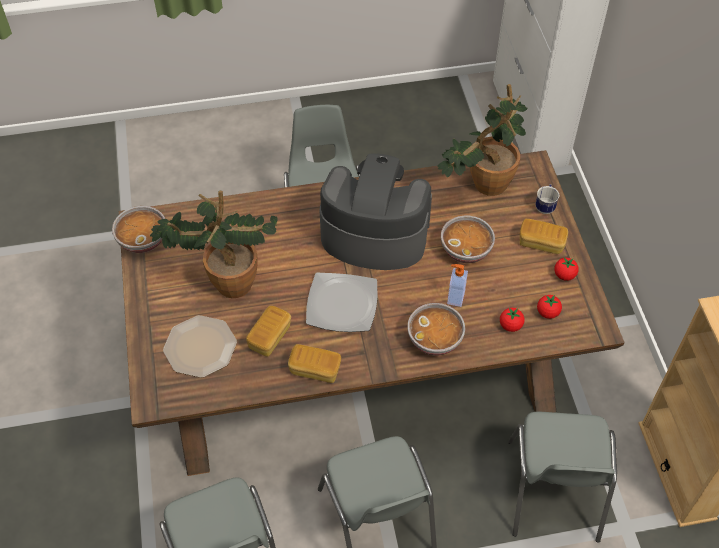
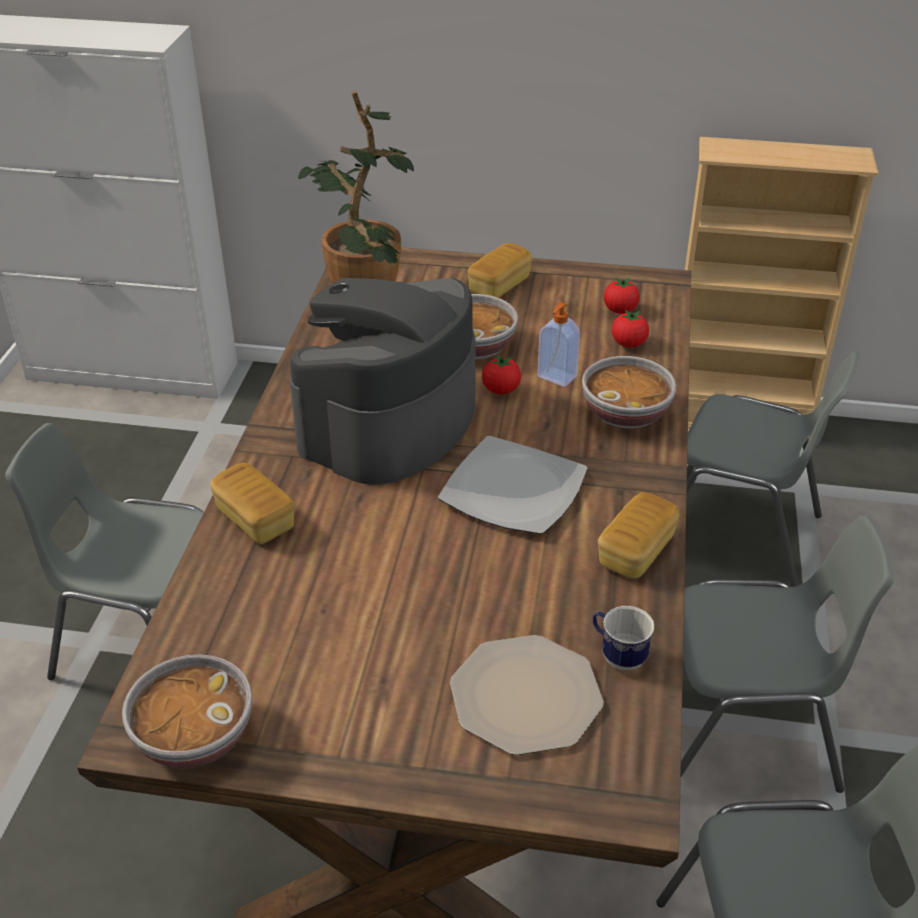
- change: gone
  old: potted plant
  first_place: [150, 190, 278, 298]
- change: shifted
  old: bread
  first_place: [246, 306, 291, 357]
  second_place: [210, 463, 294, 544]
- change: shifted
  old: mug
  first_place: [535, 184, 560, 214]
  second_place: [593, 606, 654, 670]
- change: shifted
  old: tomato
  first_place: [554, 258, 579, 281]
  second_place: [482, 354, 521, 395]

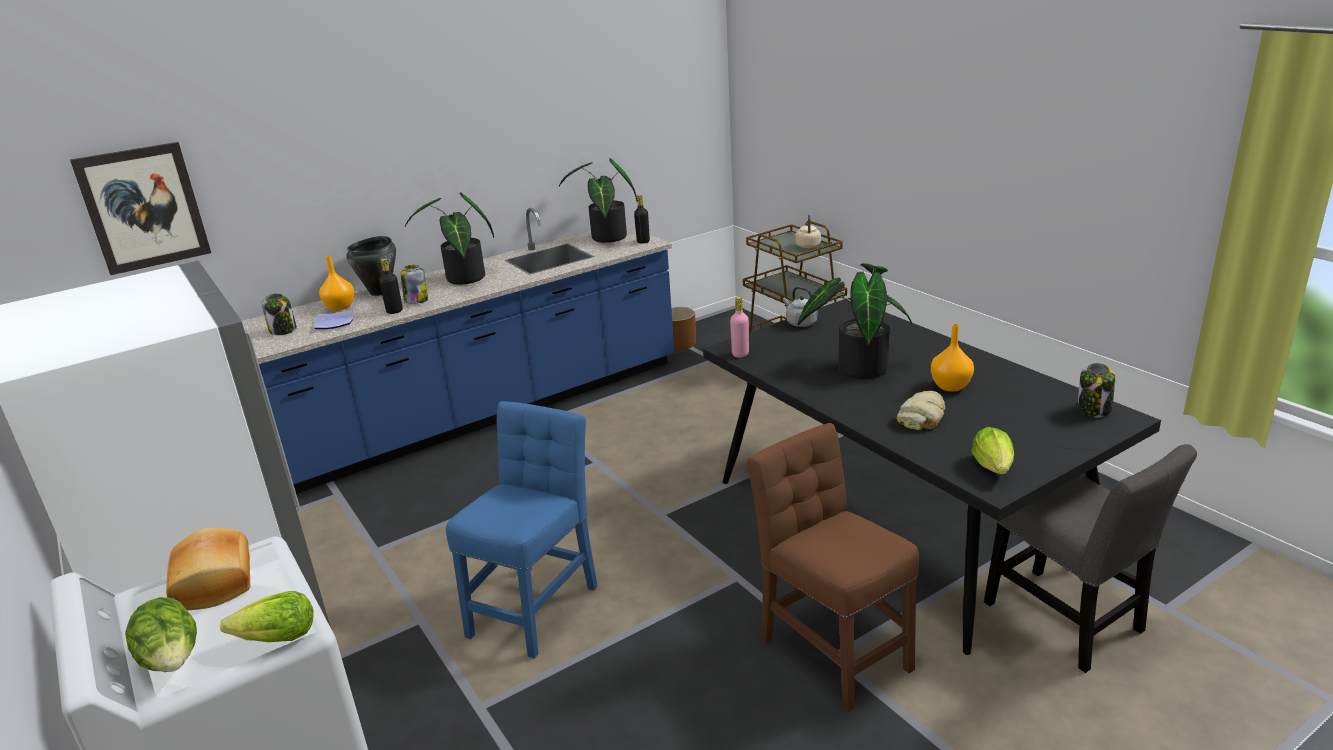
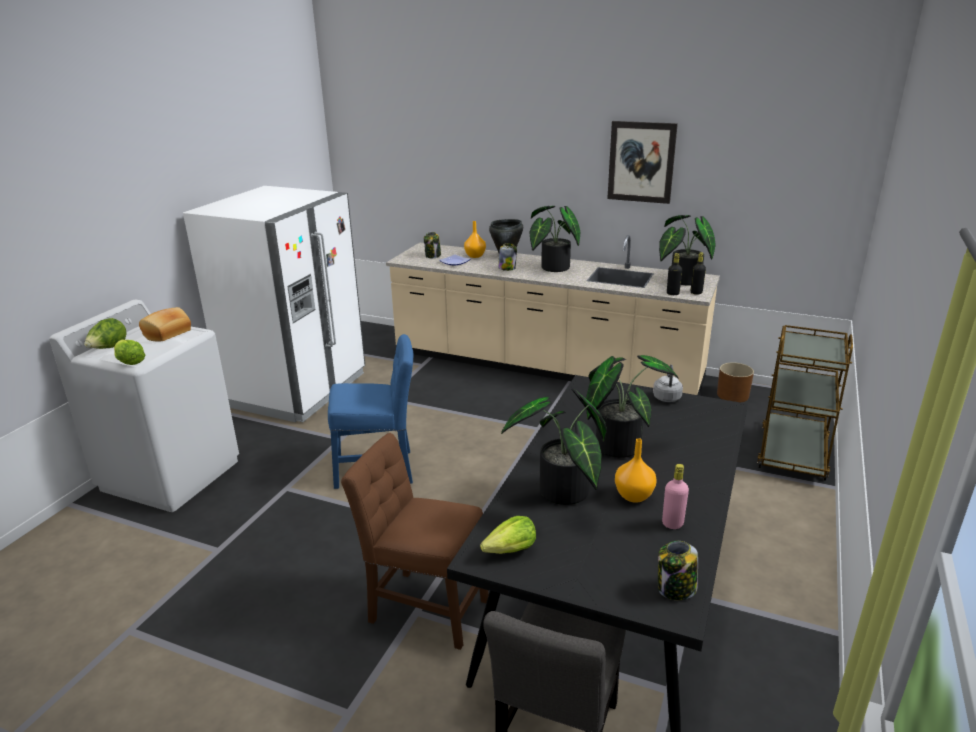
- change: shifted
  old: picture
  first_place: [70, 142, 211, 275]
  second_place: [607, 121, 678, 204]
- change: repainted
  old: counter (blue)
  new: counter (beige)
  first_place: [242, 208, 674, 494]
  second_place: [386, 235, 720, 395]
- change: shifted
  old: bottle (black)
  first_place: [379, 259, 403, 314]
  second_place: [667, 253, 682, 295]
- change: shifted
  old: bottle (pink)
  first_place: [730, 297, 749, 358]
  second_place: [662, 464, 689, 529]
- change: rotated
  old: chair (brown)
  first_place: [747, 423, 919, 712]
  second_place: [341, 433, 489, 650]
  degrees: -90
- change: gone
  old: kettle (beige)
  first_place: [795, 215, 821, 248]
- change: swapped
  old: bread
  new: potted plant
  first_place: [897, 391, 945, 430]
  second_place: [501, 389, 607, 505]

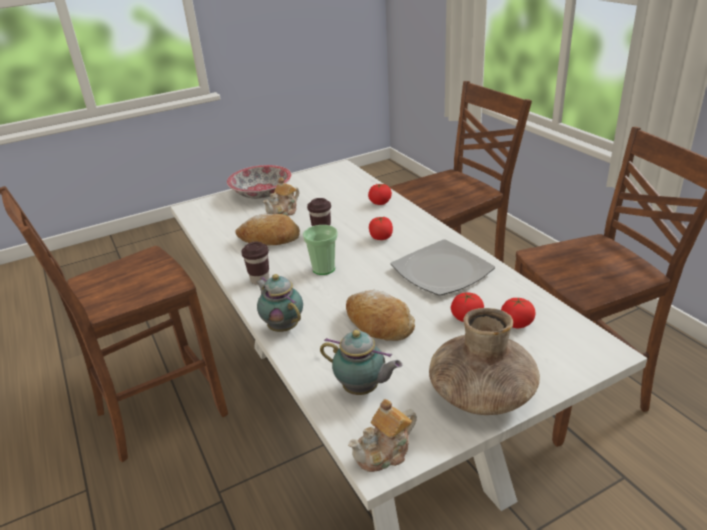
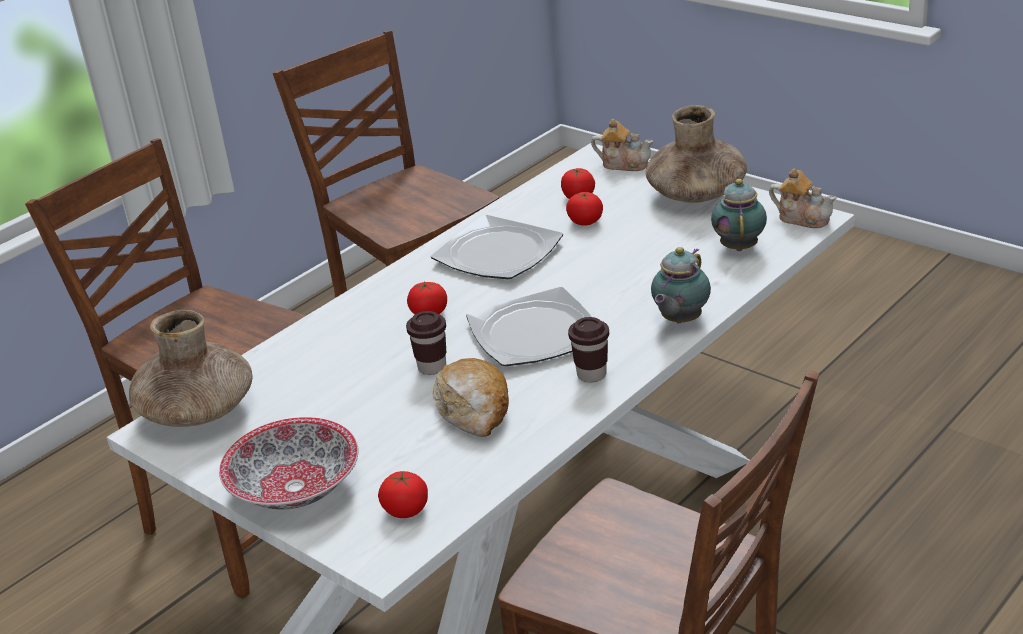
- change: shifted
  old: teapot
  first_place: [263, 177, 299, 216]
  second_place: [591, 119, 653, 171]
- change: swapped
  old: cup
  new: plate
  first_place: [303, 225, 338, 275]
  second_place: [466, 287, 592, 366]
- change: gone
  old: bread
  first_place: [346, 290, 415, 341]
- change: shifted
  old: tomato
  first_place: [368, 184, 392, 205]
  second_place: [378, 471, 428, 518]
- change: new
  new: vase (brown)
  second_place: [129, 310, 253, 427]

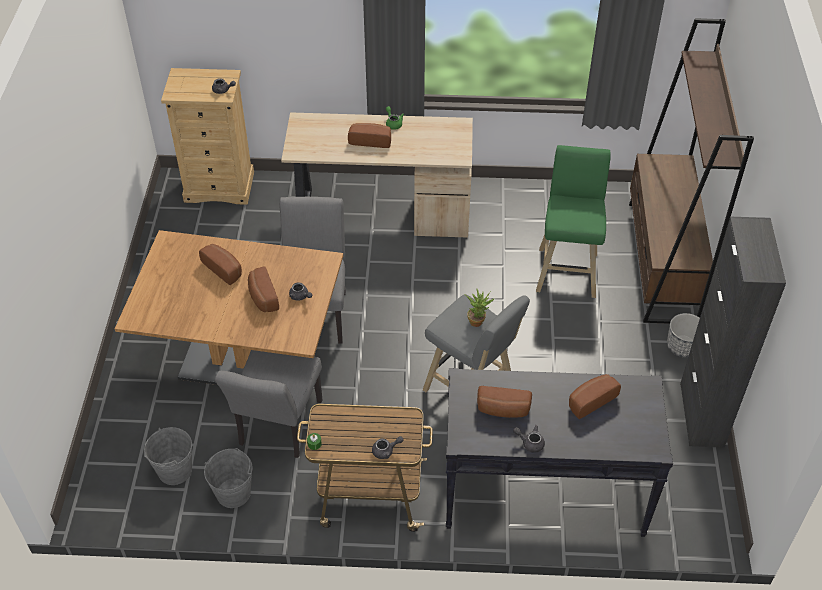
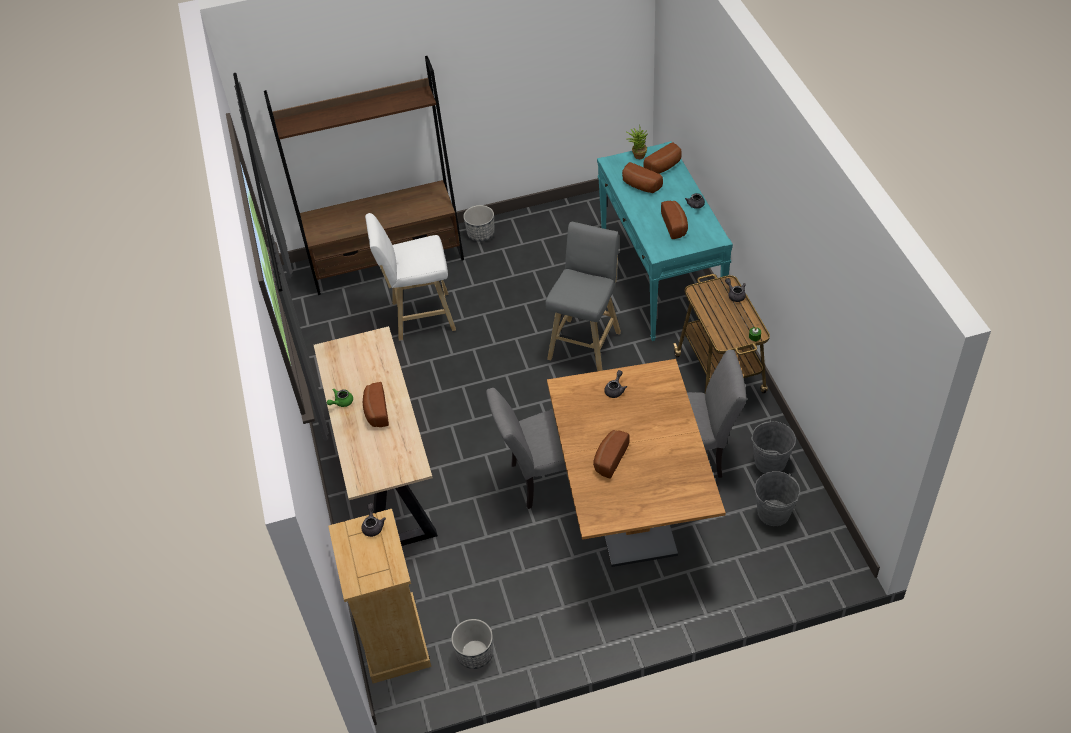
- change: shifted
  old: bread
  first_place: [248, 266, 279, 312]
  second_place: [643, 142, 682, 174]
- change: repainted
  old: console table (black)
  new: console table (turquoise)
  first_place: [446, 368, 673, 537]
  second_place: [597, 141, 733, 341]
- change: shifted
  old: potted plant
  first_place: [466, 289, 495, 327]
  second_place: [626, 124, 648, 159]
- change: repainted
  old: stool (green)
  new: stool (white)
  first_place: [536, 145, 611, 298]
  second_place: [365, 213, 456, 341]
- change: gone
  old: cabinet (black)
  first_place: [680, 217, 786, 448]
- change: new
  new: planter
  second_place: [451, 619, 493, 669]

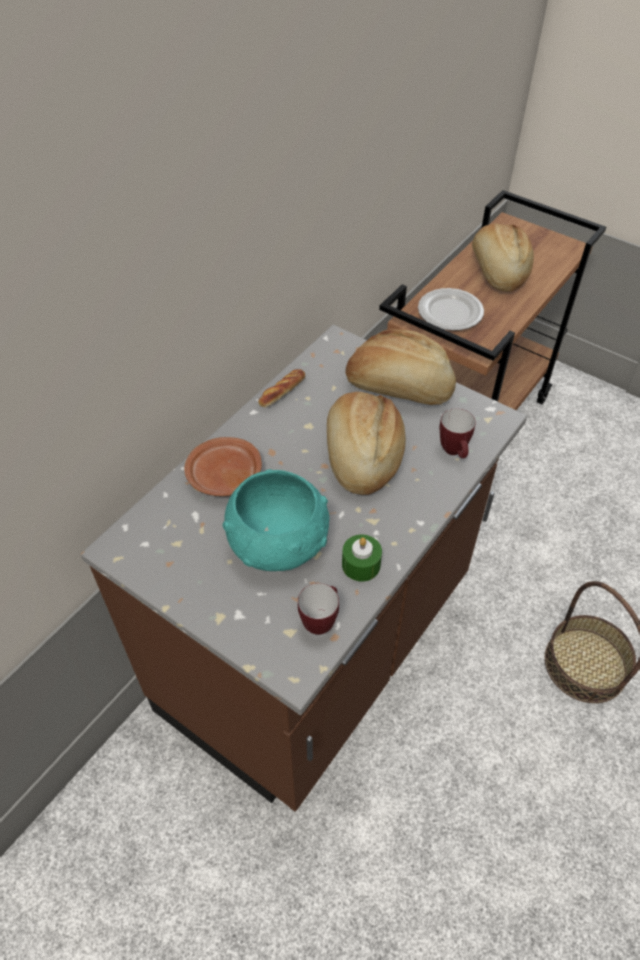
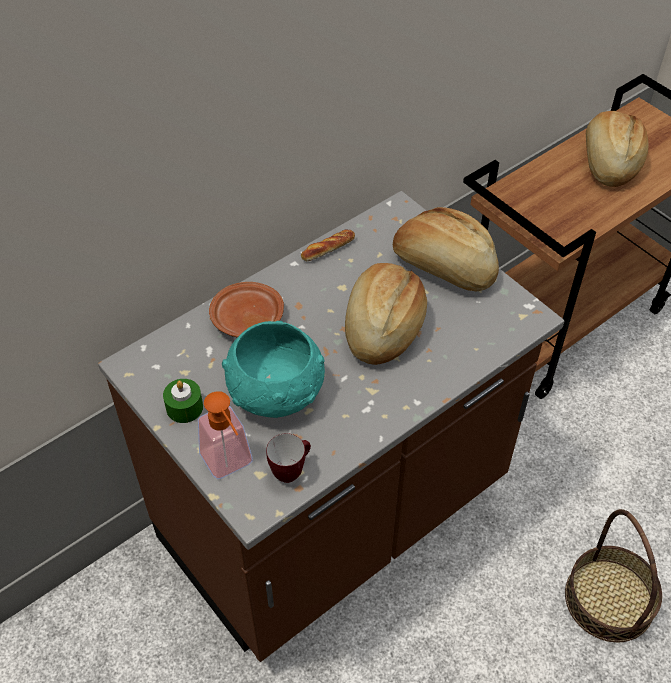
- change: shifted
  old: candle (green)
  first_place: [342, 535, 382, 582]
  second_place: [163, 379, 203, 423]
- change: gone
  old: plate
  first_place: [418, 288, 484, 331]
- change: gone
  old: mug
  first_place: [440, 408, 476, 458]
- change: new
  new: soap dispenser
  second_place: [198, 391, 253, 479]

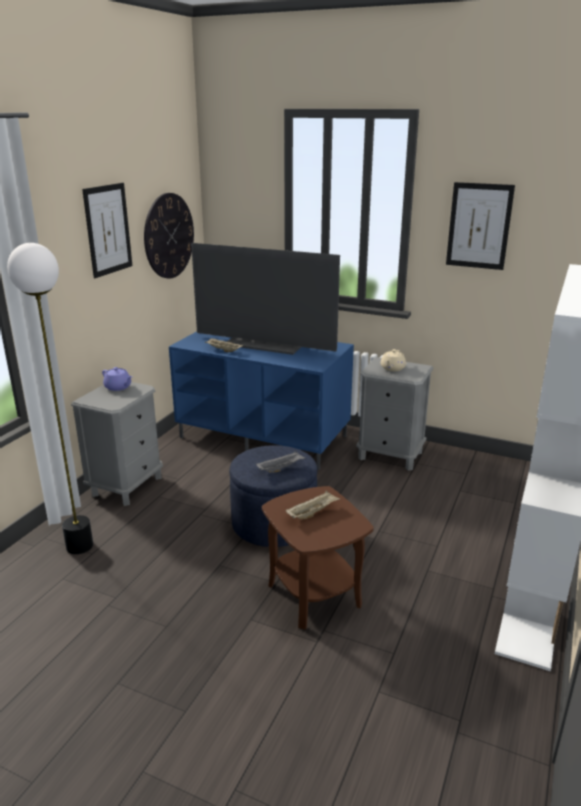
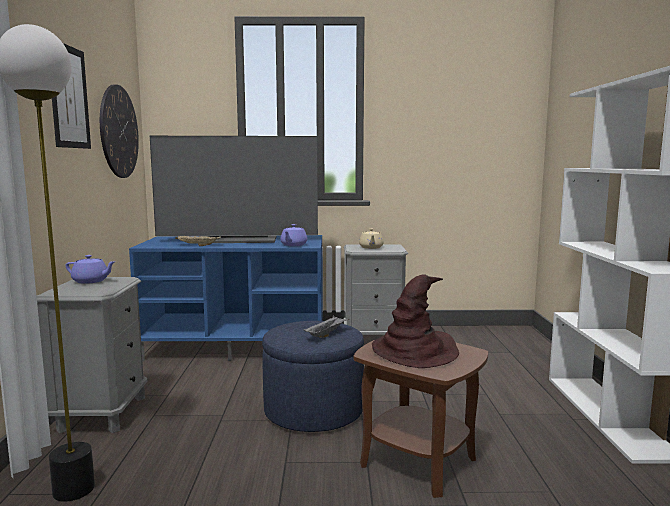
- change: swapped
  old: tray (beige)
  new: hat (brown)
  first_place: [286, 491, 340, 519]
  second_place: [372, 274, 459, 368]
- change: gone
  old: picture
  first_place: [446, 182, 515, 270]
- change: new
  new: teapot (purple)
  second_place: [280, 224, 307, 246]

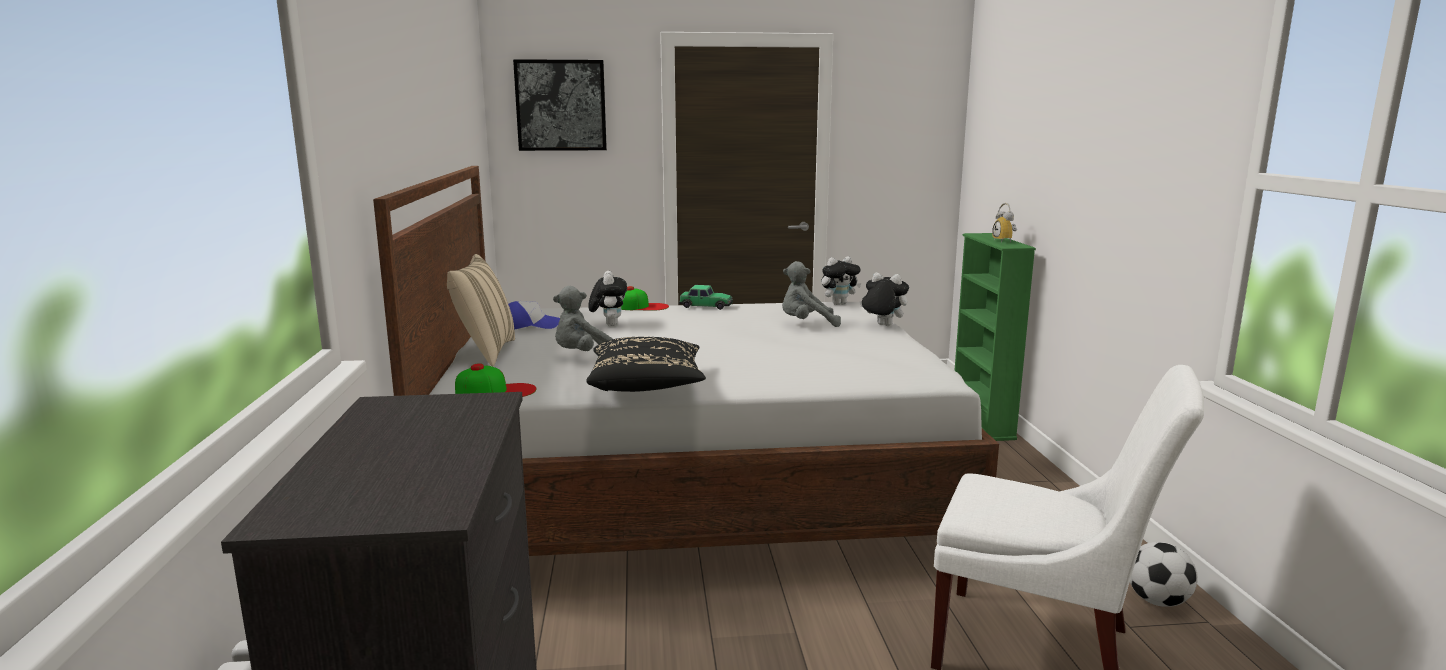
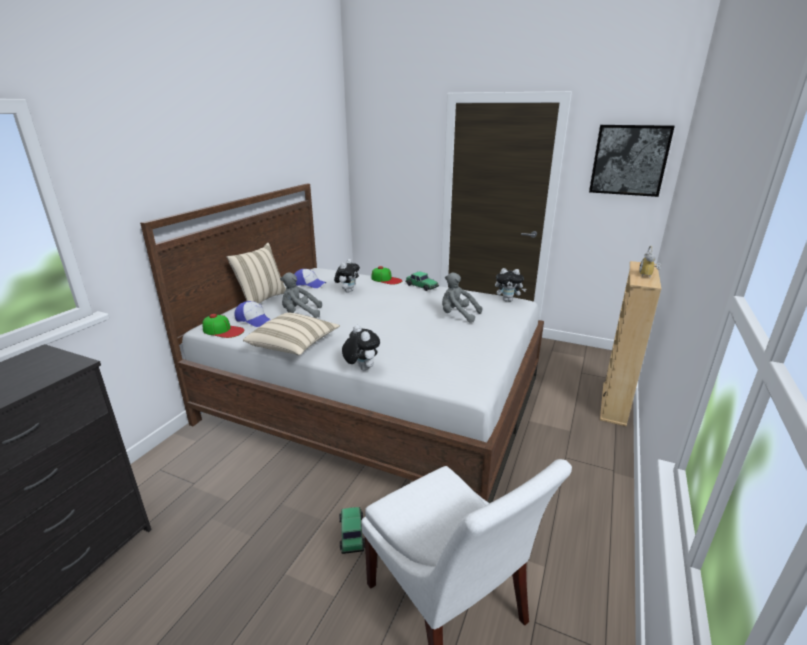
- change: shifted
  old: picture
  first_place: [513, 59, 607, 151]
  second_place: [589, 125, 675, 197]
- change: repainted
  old: pillow (black)
  new: pillow (beige)
  first_place: [586, 337, 706, 392]
  second_place: [243, 312, 340, 355]
- change: shifted
  old: plush toy
  first_place: [859, 273, 909, 326]
  second_place: [342, 325, 380, 371]
- change: repainted
  old: bookcase (green)
  new: bookcase (beige)
  first_place: [954, 233, 1036, 441]
  second_place: [600, 261, 661, 426]
- change: gone
  old: football
  first_place: [1130, 542, 1198, 607]
- change: new
  new: cap
  second_place: [234, 301, 271, 327]
- change: new
  new: toy car
  second_place: [339, 507, 365, 554]

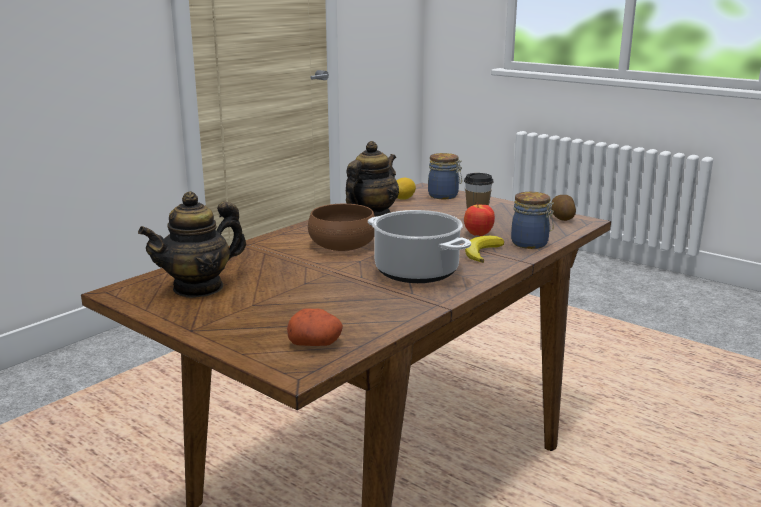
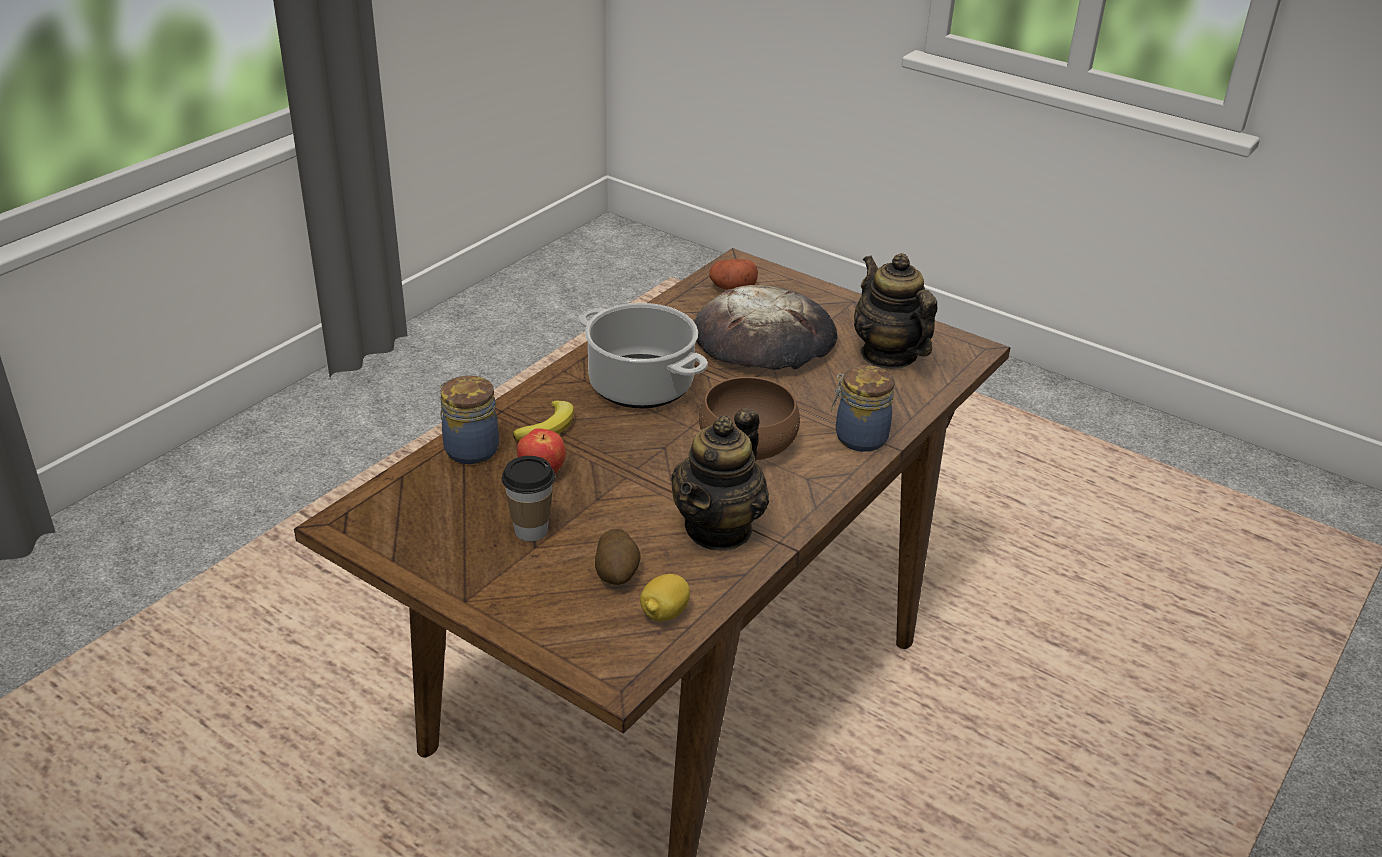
- change: rotated
  old: teapot
  first_place: [138, 191, 246, 298]
  second_place: [854, 253, 937, 369]
  degrees: -75
- change: shifted
  old: jar
  first_place: [428, 153, 462, 199]
  second_place: [831, 365, 895, 452]
- change: shifted
  old: potato
  first_place: [550, 195, 576, 221]
  second_place: [595, 529, 640, 585]
- change: new
  new: bread
  second_place: [694, 285, 837, 370]

